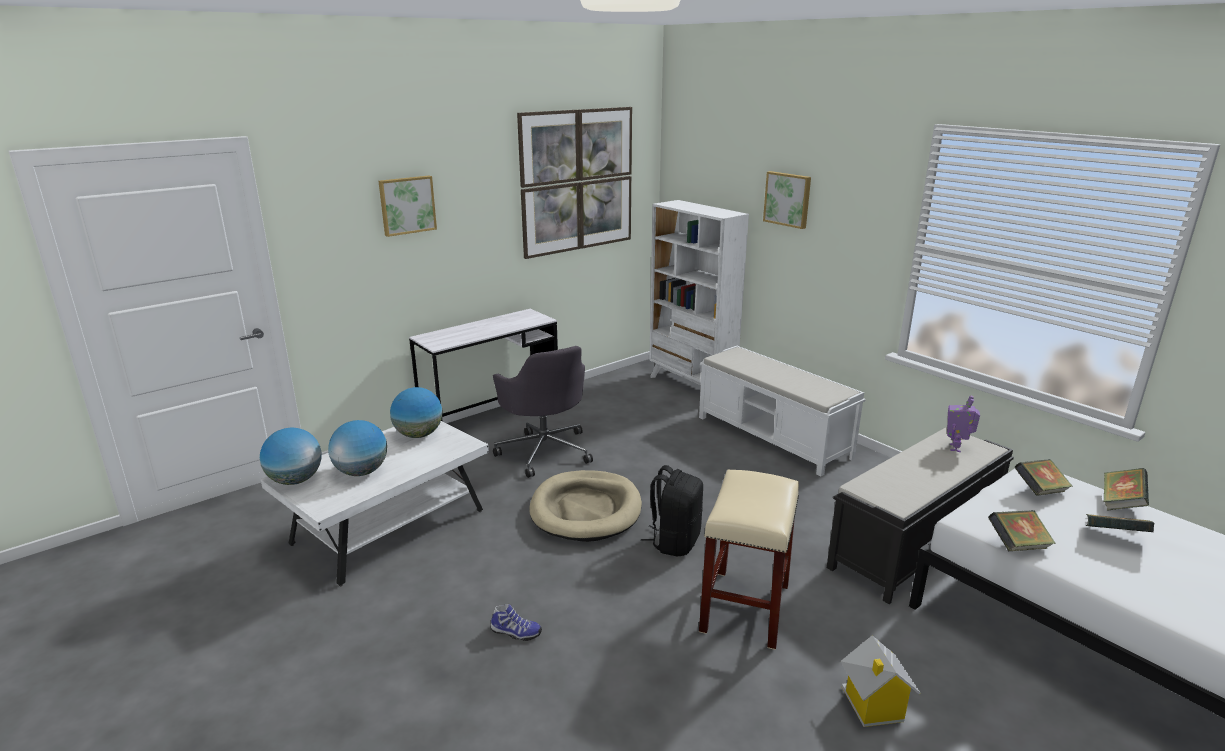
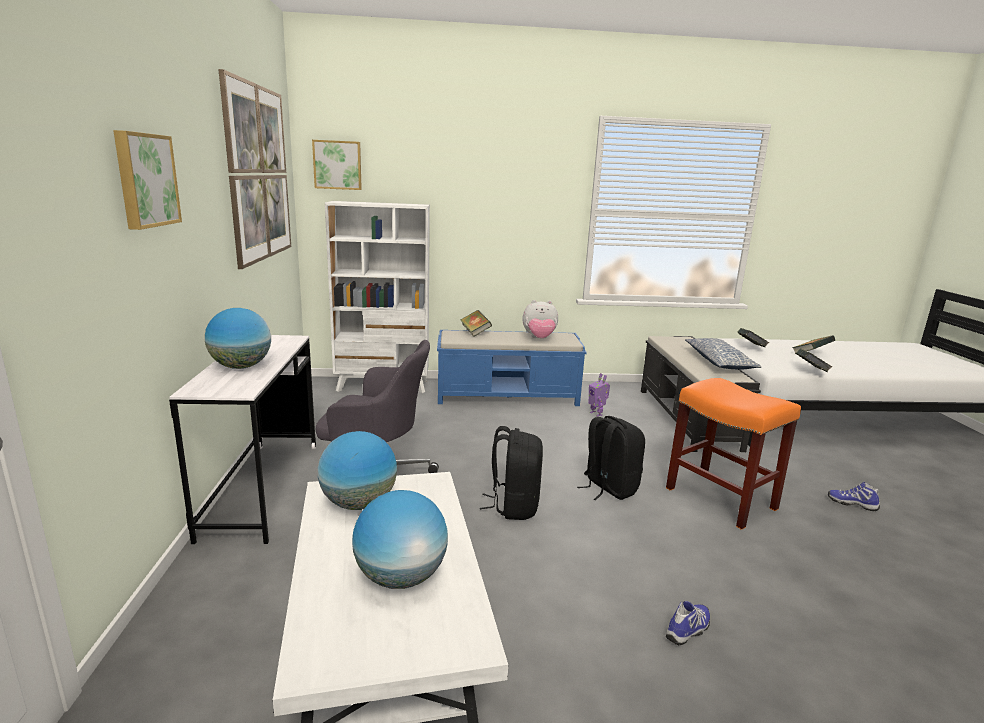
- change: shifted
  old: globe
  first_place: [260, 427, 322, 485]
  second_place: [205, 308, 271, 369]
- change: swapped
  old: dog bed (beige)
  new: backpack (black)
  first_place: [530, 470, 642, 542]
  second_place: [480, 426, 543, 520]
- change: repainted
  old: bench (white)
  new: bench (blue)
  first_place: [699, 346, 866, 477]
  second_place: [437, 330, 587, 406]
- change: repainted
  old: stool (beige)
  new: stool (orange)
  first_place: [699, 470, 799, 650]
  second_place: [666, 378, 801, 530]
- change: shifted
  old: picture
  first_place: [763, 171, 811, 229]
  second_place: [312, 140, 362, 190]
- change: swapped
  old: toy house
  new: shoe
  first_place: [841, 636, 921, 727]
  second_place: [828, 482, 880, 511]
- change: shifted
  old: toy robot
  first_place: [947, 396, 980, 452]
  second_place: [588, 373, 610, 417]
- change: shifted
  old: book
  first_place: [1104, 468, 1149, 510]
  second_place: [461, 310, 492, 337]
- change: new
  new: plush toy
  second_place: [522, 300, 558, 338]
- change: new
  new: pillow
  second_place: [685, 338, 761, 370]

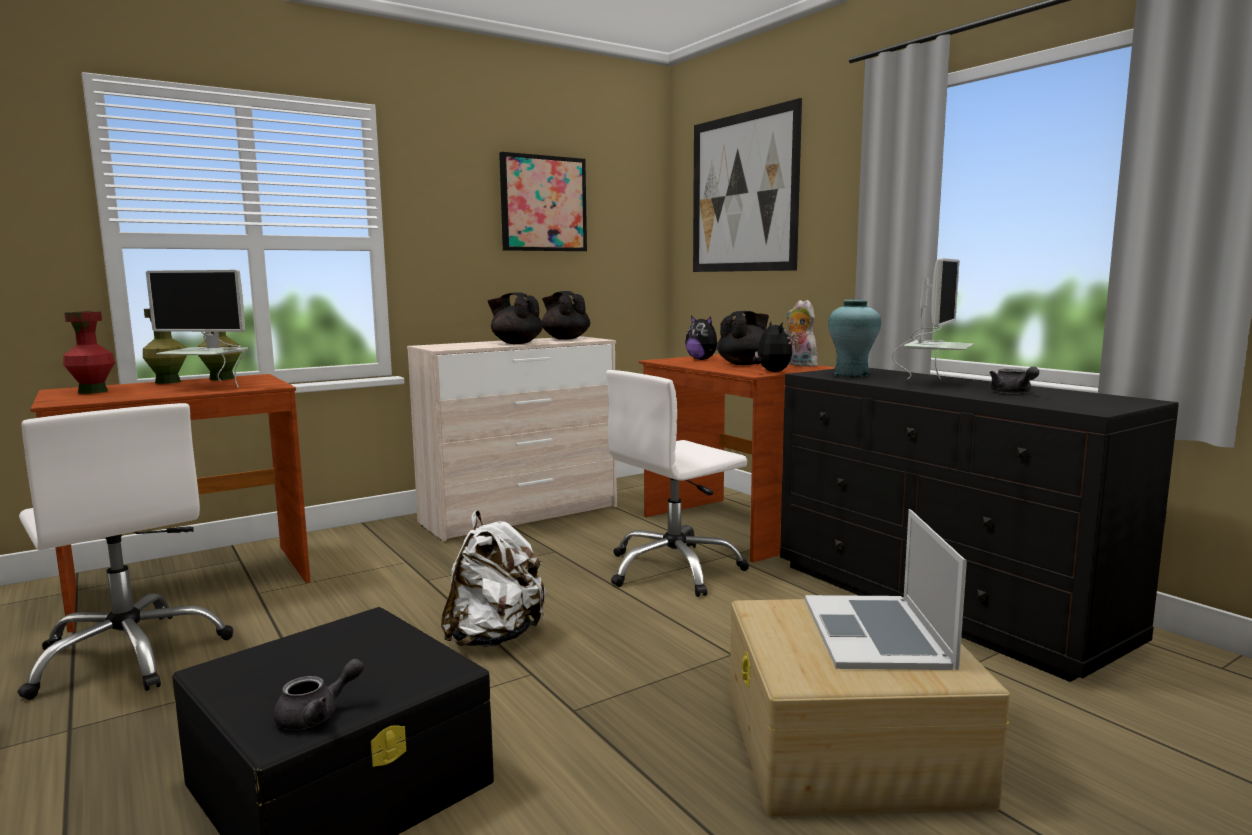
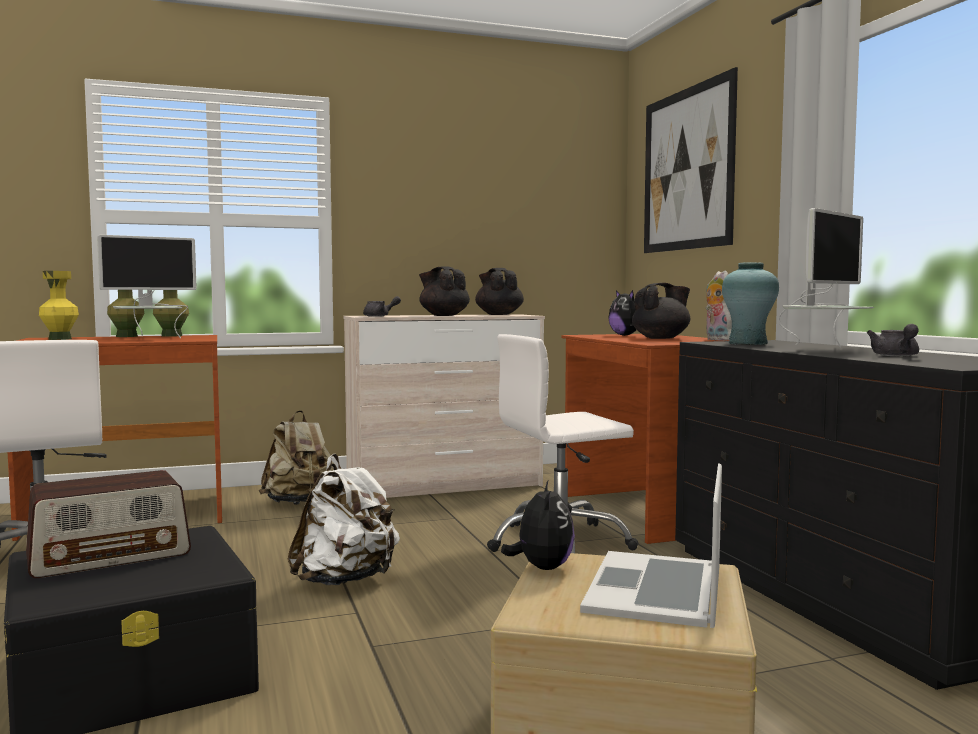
- change: repainted
  old: vase (red)
  new: vase (yellow)
  first_place: [63, 311, 115, 394]
  second_place: [39, 271, 79, 340]
- change: rotated
  old: monitor
  first_place: [146, 269, 248, 388]
  second_place: [97, 235, 197, 338]
  degrees: -60
- change: shifted
  old: teapot (grey)
  first_place: [274, 659, 364, 730]
  second_place: [363, 296, 401, 317]
- change: gone
  old: picture
  first_place: [499, 152, 587, 251]
- change: shifted
  old: plush toy
  first_place: [753, 321, 793, 372]
  second_place: [501, 481, 575, 570]
- change: new
  new: radio
  second_place: [26, 470, 191, 578]
- change: new
  new: backpack (beige)
  second_place: [259, 410, 337, 505]

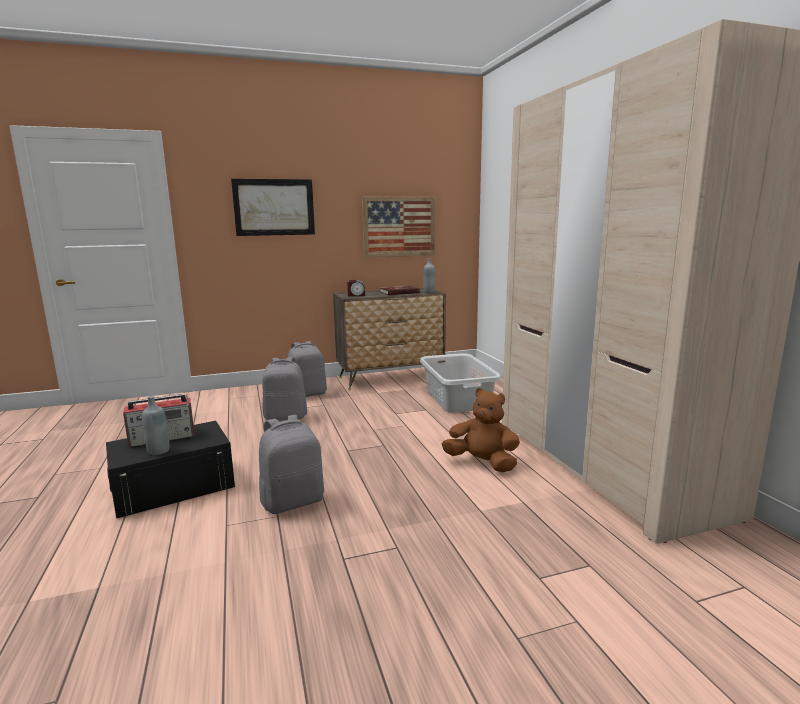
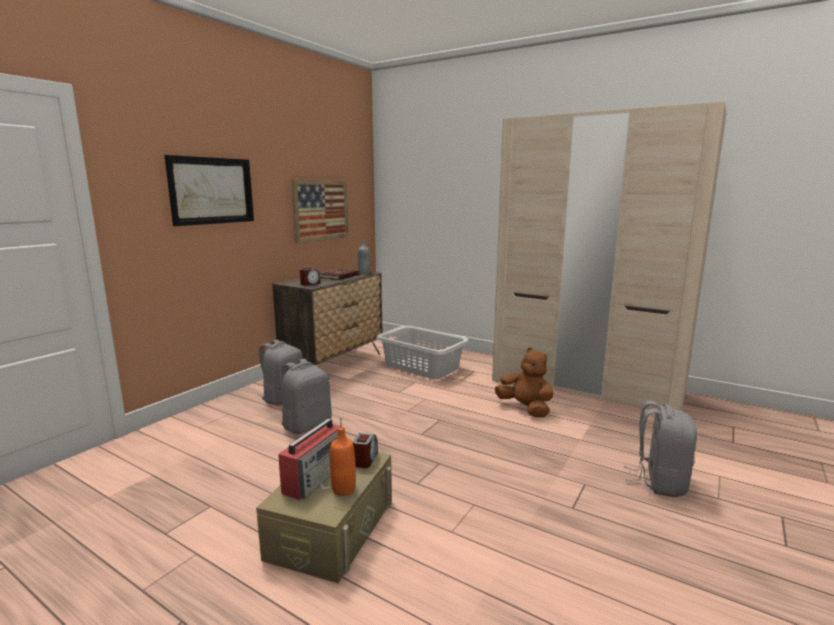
- change: repainted
  old: storage box (black)
  new: storage box (beige)
  first_place: [106, 421, 235, 519]
  second_place: [256, 452, 392, 583]
- change: repainted
  old: bottle (grey)
  new: bottle (orange)
  first_place: [142, 396, 169, 455]
  second_place: [330, 427, 356, 496]
- change: shifted
  old: backpack (grey)
  first_place: [259, 415, 324, 514]
  second_place: [624, 401, 697, 497]
- change: rotated
  old: plush toy (brown)
  first_place: [442, 388, 520, 472]
  second_place: [495, 348, 554, 417]
  degrees: 60
- change: new
  new: alarm clock
  second_place: [353, 433, 378, 468]

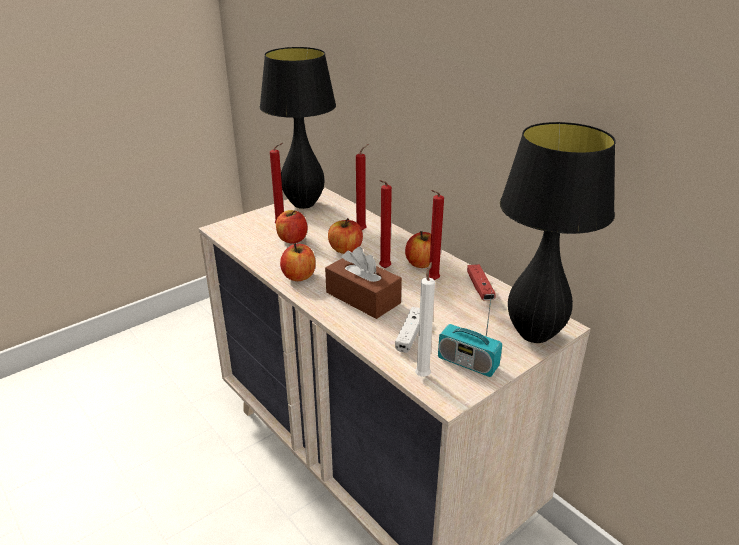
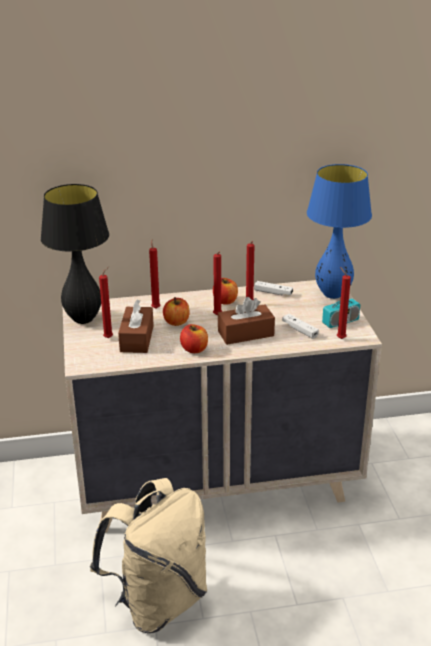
- change: swapped
  old: apple
  new: tissue box (brown)
  first_place: [276, 210, 308, 244]
  second_place: [118, 299, 154, 353]
- change: repainted
  old: candle (white)
  new: candle (red)
  first_place: [415, 262, 435, 377]
  second_place: [337, 267, 351, 339]
- change: repainted
  old: game controller (red)
  new: game controller (white)
  first_place: [467, 264, 496, 301]
  second_place: [254, 281, 293, 295]
- change: repainted
  old: table lamp (black)
  new: table lamp (blue)
  first_place: [500, 122, 616, 343]
  second_place: [307, 164, 372, 299]
- change: new
  new: backpack (beige)
  second_place: [90, 478, 207, 633]

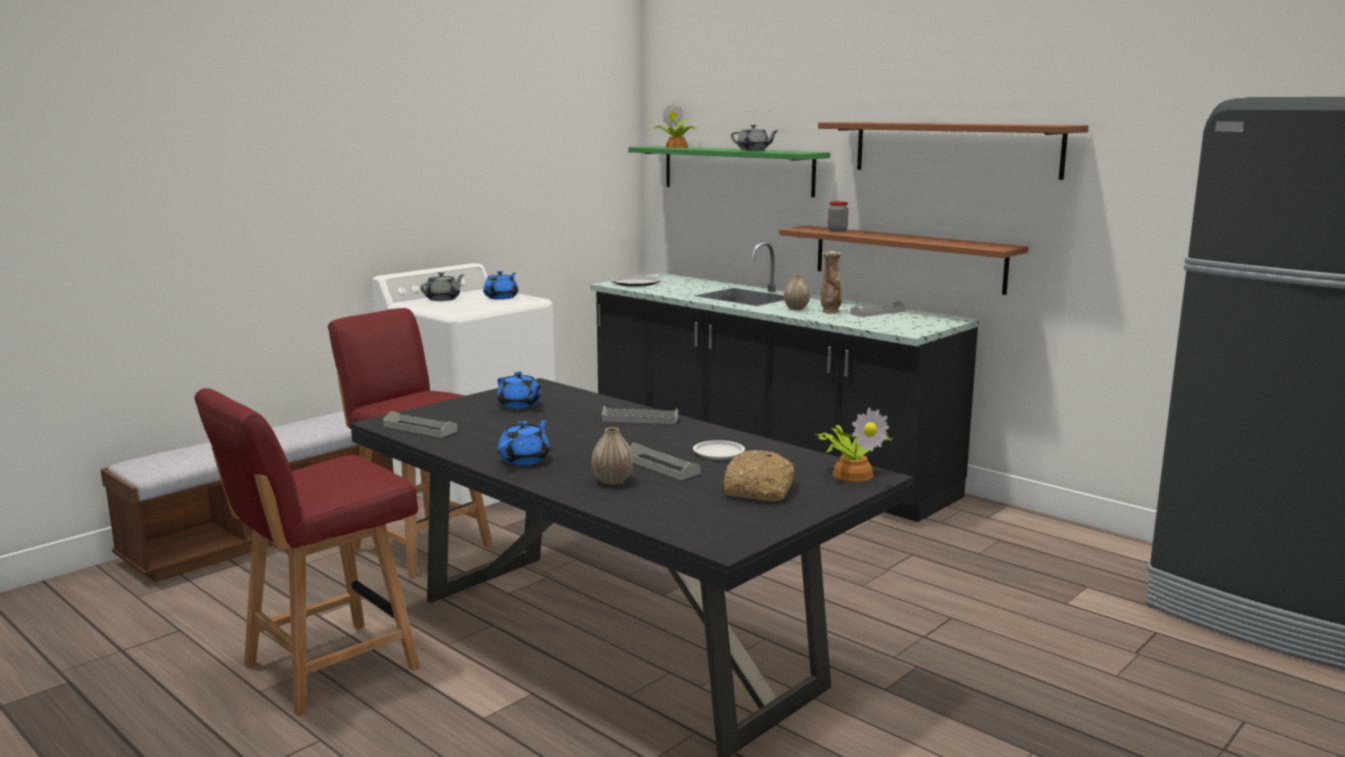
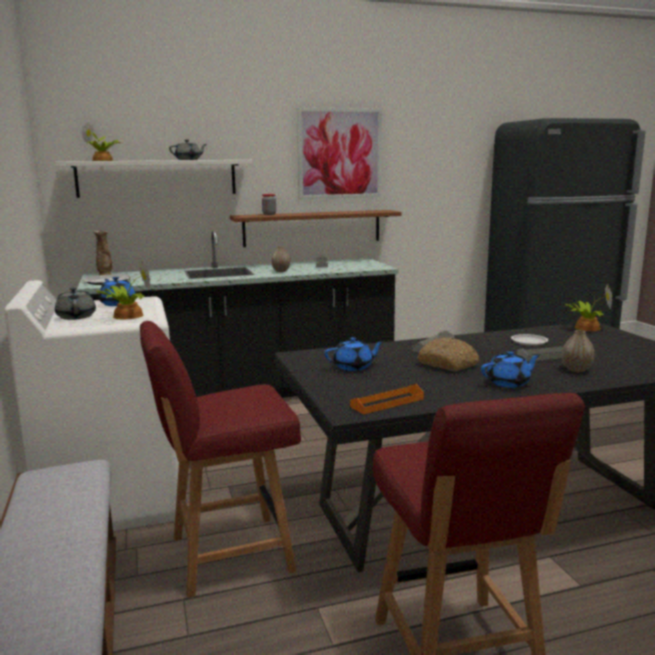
- change: repainted
  old: tray (grey)
  new: tray (orange)
  first_place: [383, 411, 457, 438]
  second_place: [350, 384, 424, 414]
- change: rotated
  old: teapot (blue)
  first_place: [498, 418, 550, 465]
  second_place: [481, 351, 540, 388]
  degrees: 105
- change: repainted
  old: shelf (green)
  new: shelf (white)
  first_place: [628, 146, 830, 197]
  second_place: [55, 160, 252, 198]
- change: shifted
  old: bread
  first_place: [724, 450, 794, 501]
  second_place: [417, 337, 479, 371]
- change: swapped
  old: shelf (brown)
  new: picture
  first_place: [818, 122, 1088, 180]
  second_place: [297, 107, 382, 199]
- change: shifted
  old: vase
  first_place: [821, 251, 842, 313]
  second_place: [94, 231, 112, 275]
- change: new
  new: potted plant
  second_place: [96, 260, 151, 319]

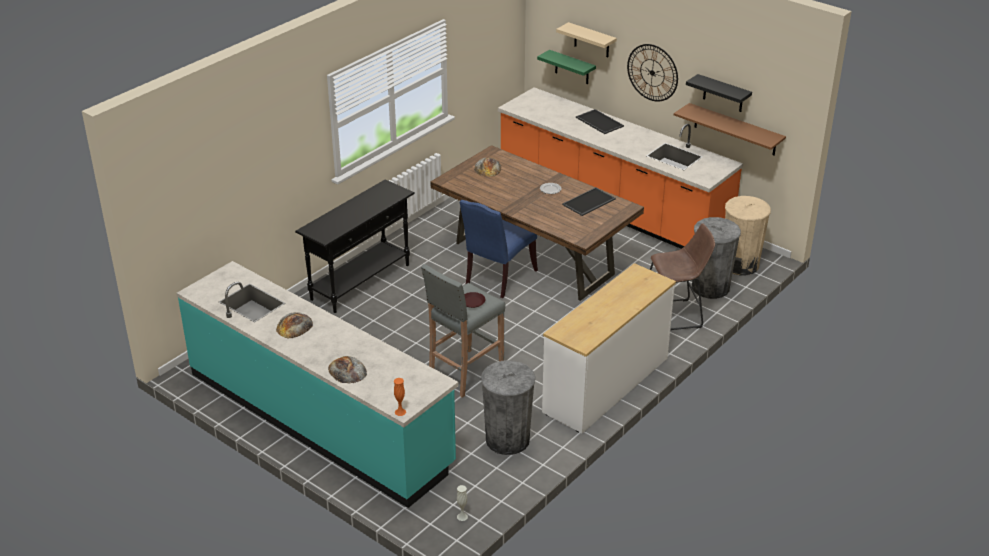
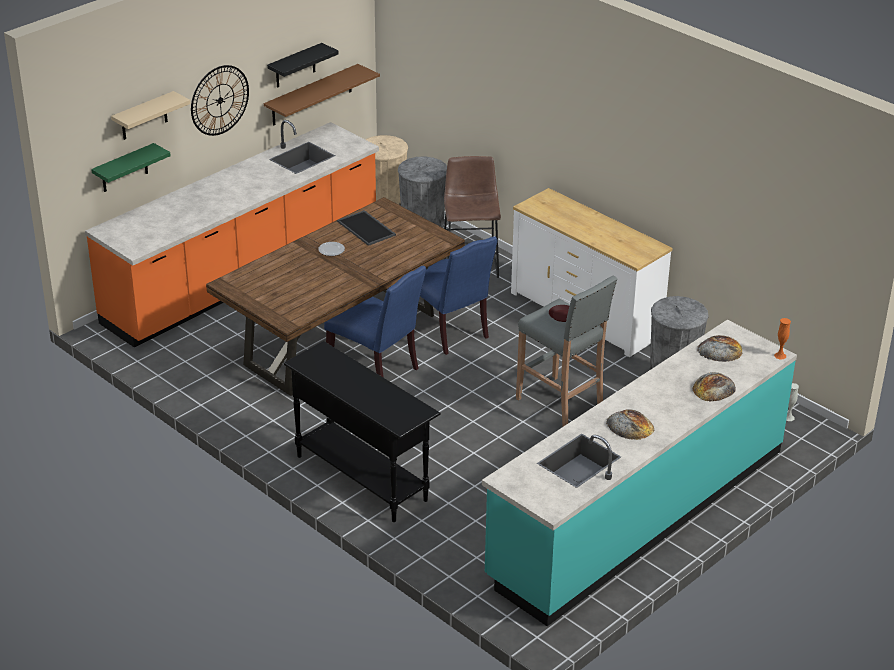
- change: shifted
  old: bread
  first_place: [474, 157, 501, 177]
  second_place: [697, 335, 742, 362]
- change: gone
  old: tray
  first_place: [576, 109, 624, 134]
- change: new
  new: chair (blue)
  second_place: [420, 236, 498, 355]

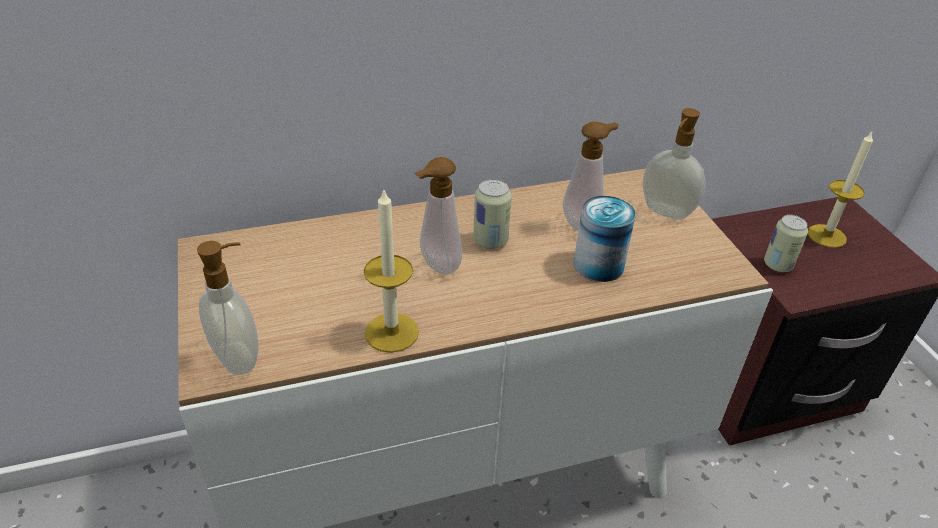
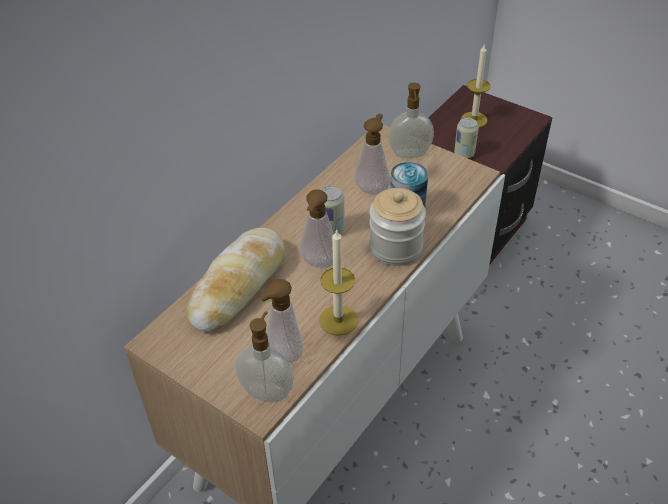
- change: new
  new: bread
  second_place: [186, 228, 285, 332]
- change: new
  new: soap dispenser
  second_place: [258, 279, 303, 363]
- change: new
  new: jar
  second_place: [369, 188, 426, 266]

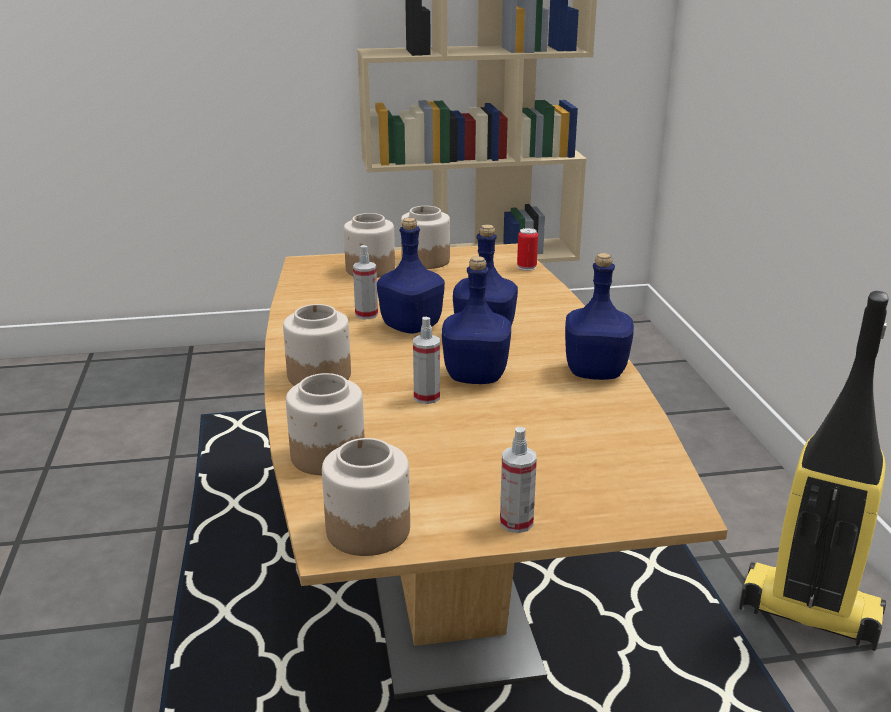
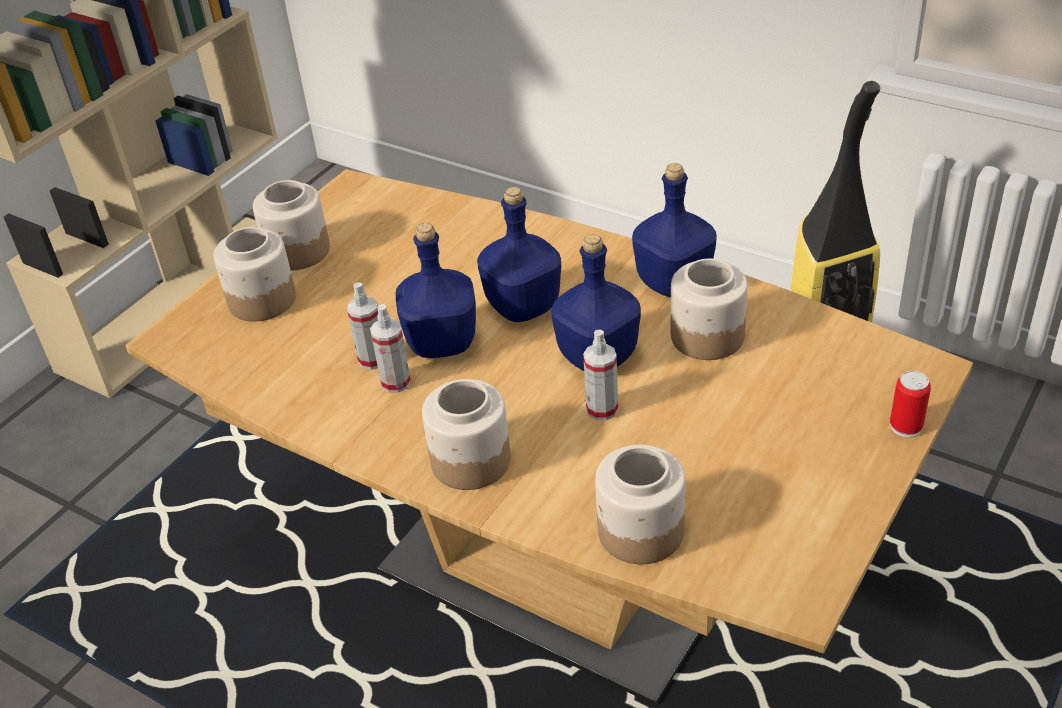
- change: shifted
  old: jar
  first_place: [322, 438, 410, 556]
  second_place: [671, 259, 748, 360]
- change: shifted
  old: spray bottle
  first_place: [500, 427, 537, 533]
  second_place: [370, 304, 411, 393]
- change: shifted
  old: can
  first_place: [517, 228, 538, 271]
  second_place: [890, 371, 931, 437]

